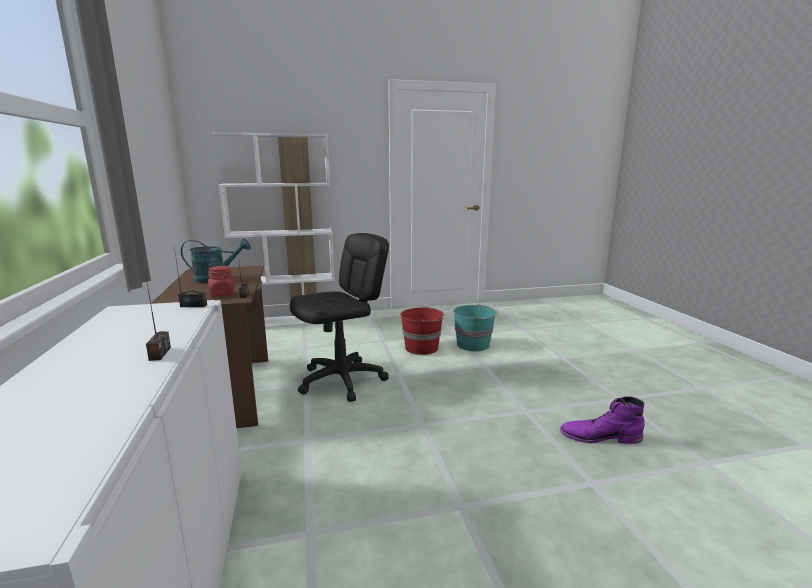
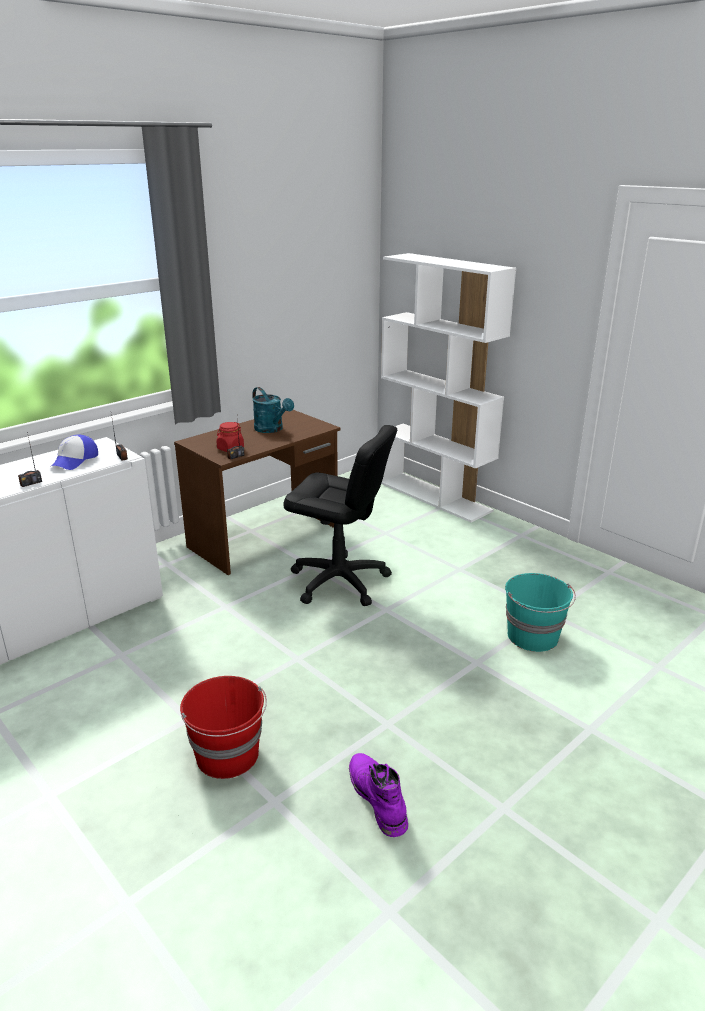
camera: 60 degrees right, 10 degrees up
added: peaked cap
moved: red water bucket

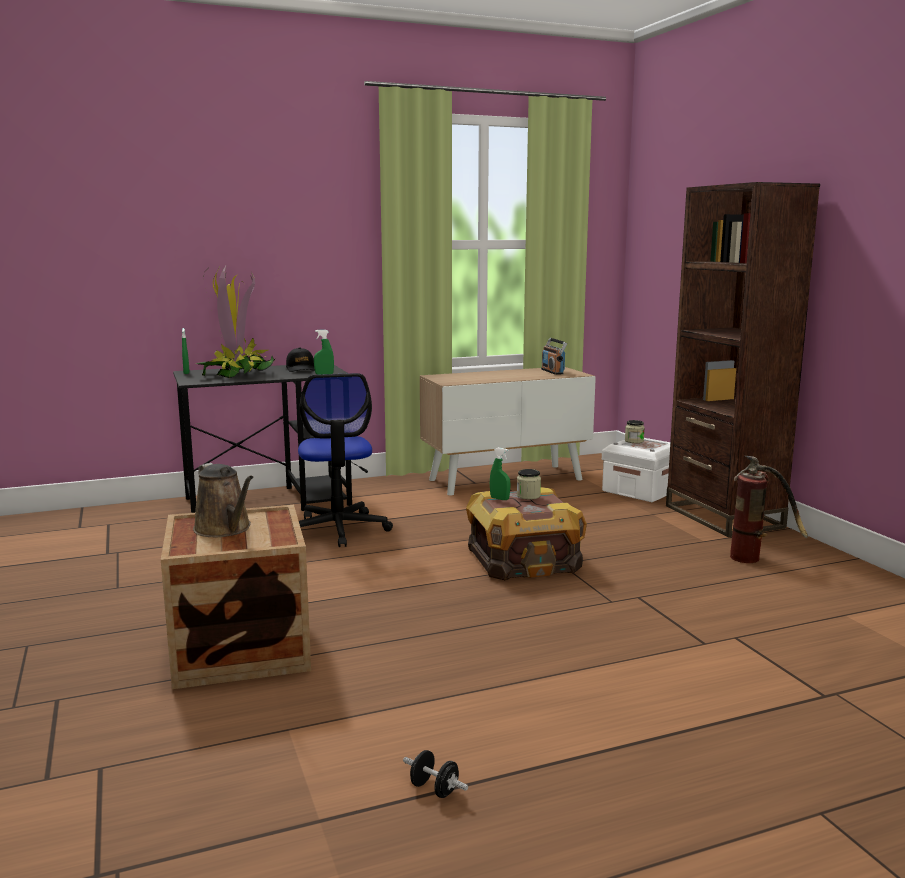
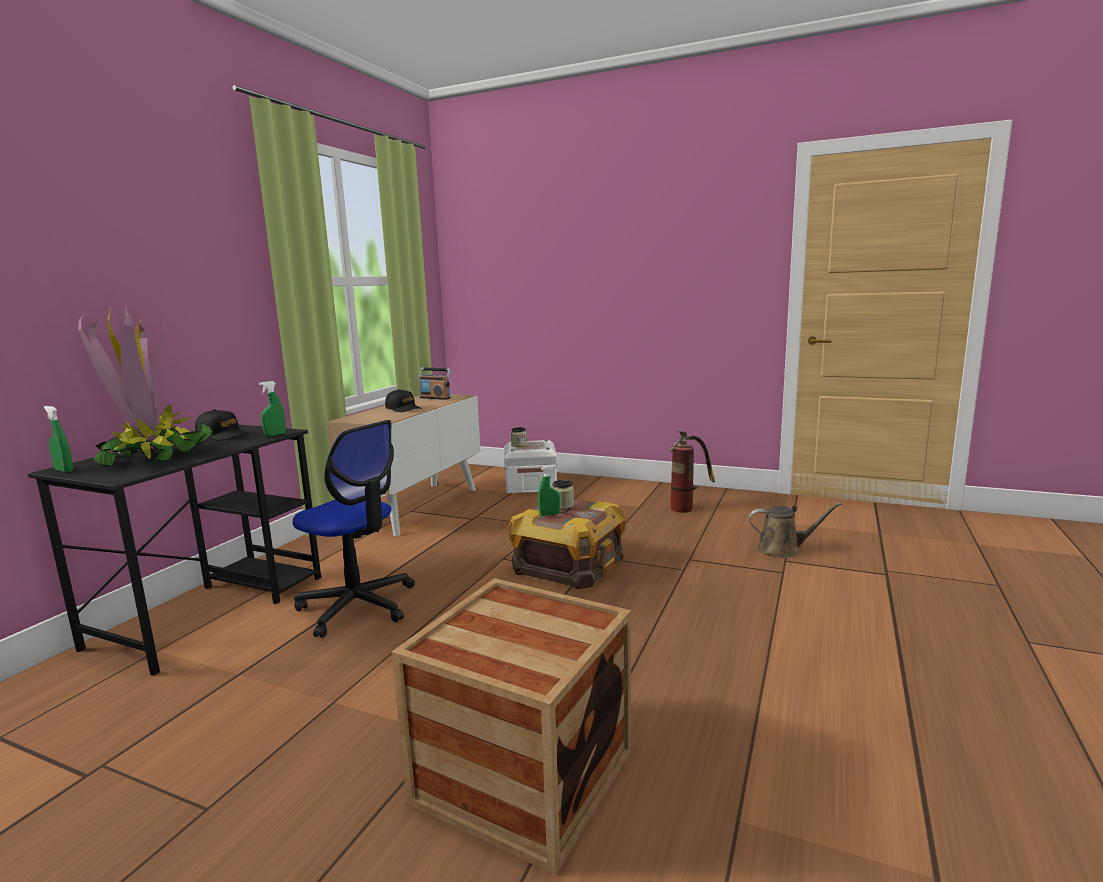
camera: 45 degrees left, 0 degrees up
removed: black-coloured hand weight; brown-coloured shelving unit
added: black-coloured peaked cap (2nd from left)
moved: brown-coloured watering pot

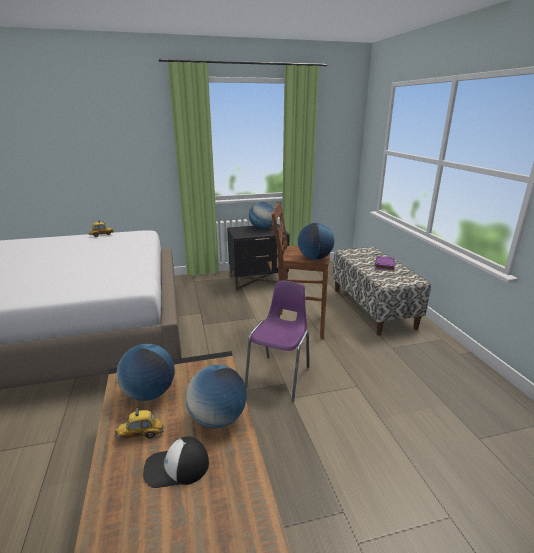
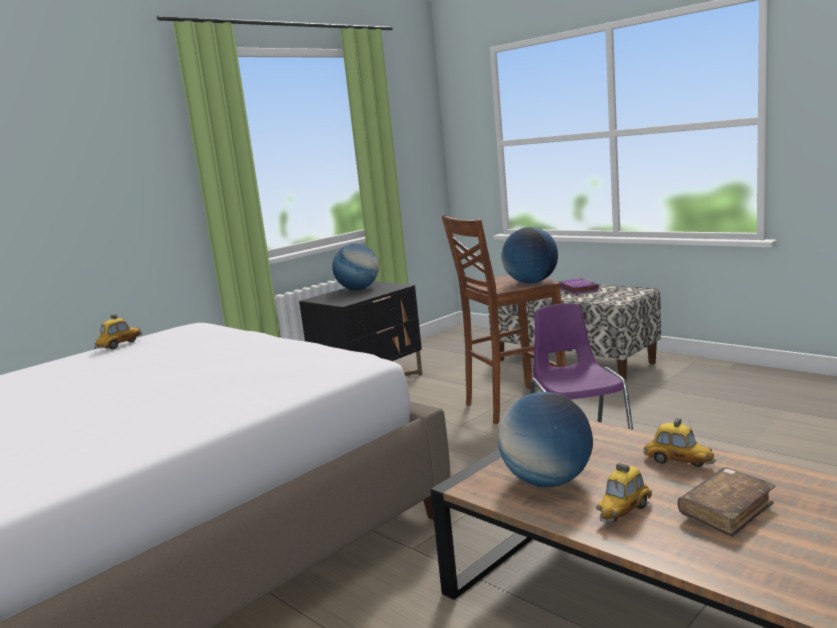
camera: 30 degrees left, 10 degrees down
replaced: peaked cap to brown-coloured book; world globe (2nd from left) to model car (3rd from left)

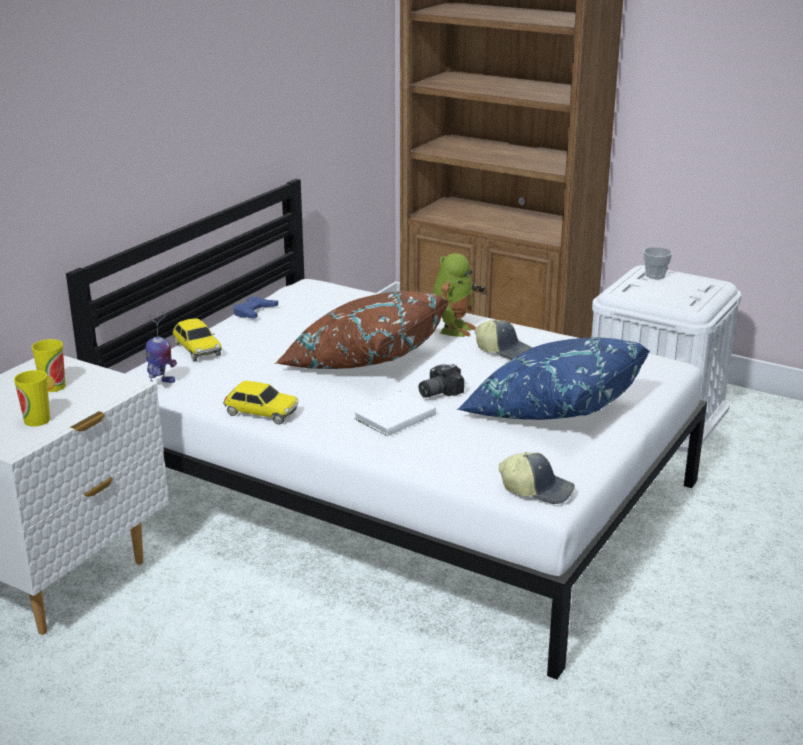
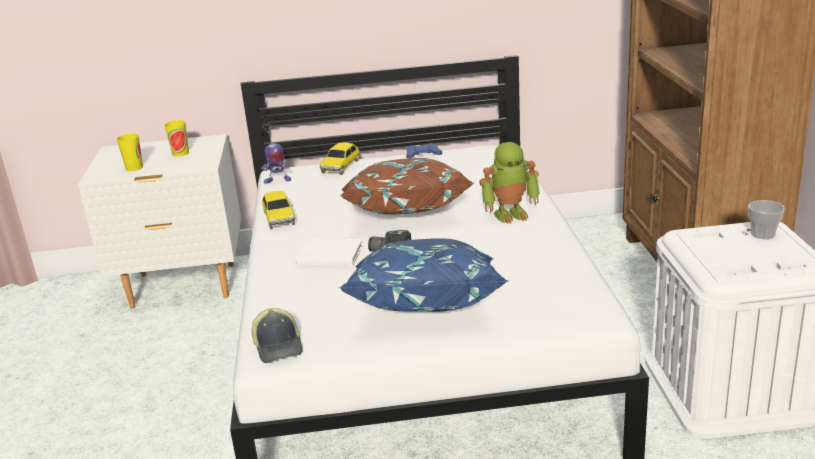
camera: 55 degrees right, 0 degrees up
removed: peaked cap (1st from left)

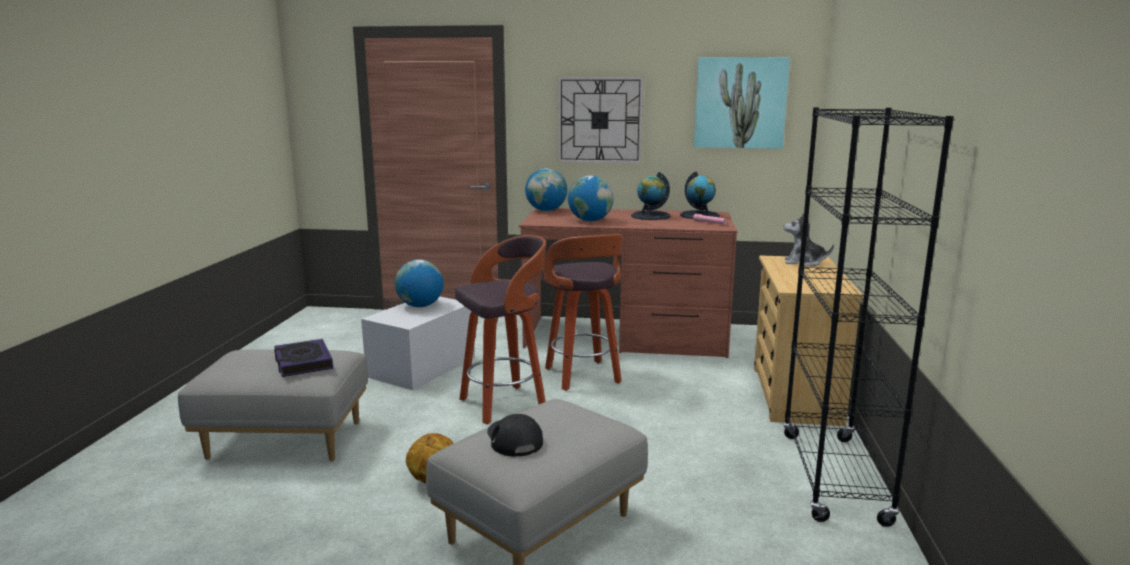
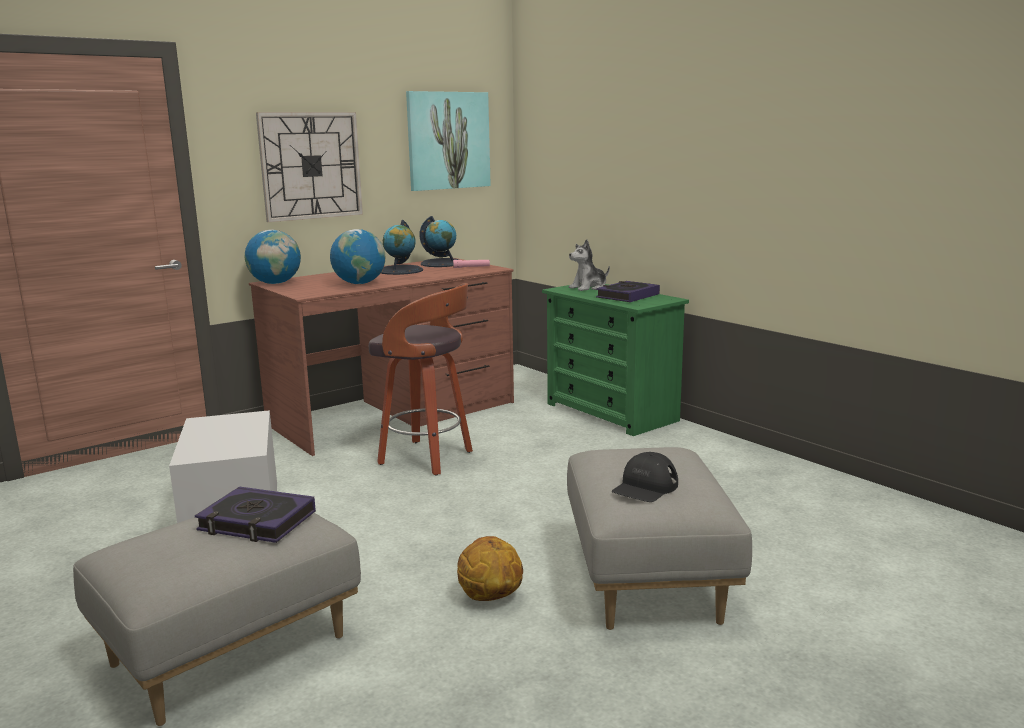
camera: 45 degrees left, 0 degrees up
removed: world globe (1st from left); sitting stool (1st from left); black-coloured shelving unit
added: book (2nd from left)
recoloured: beige drawer chest to green drawer chest
turned: black-coloured peaked cap 75 degrees counterclockwise

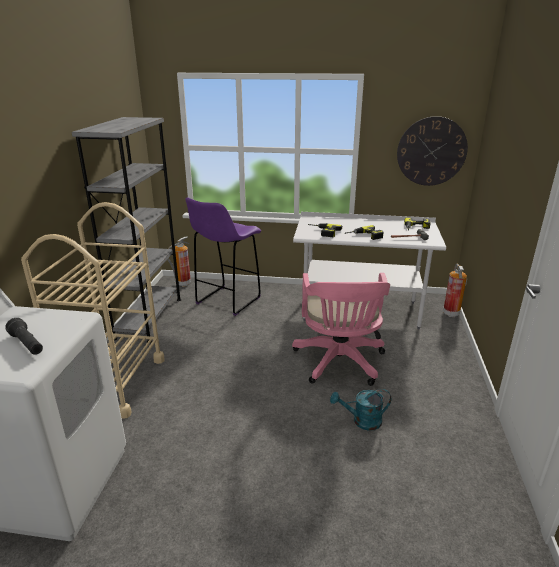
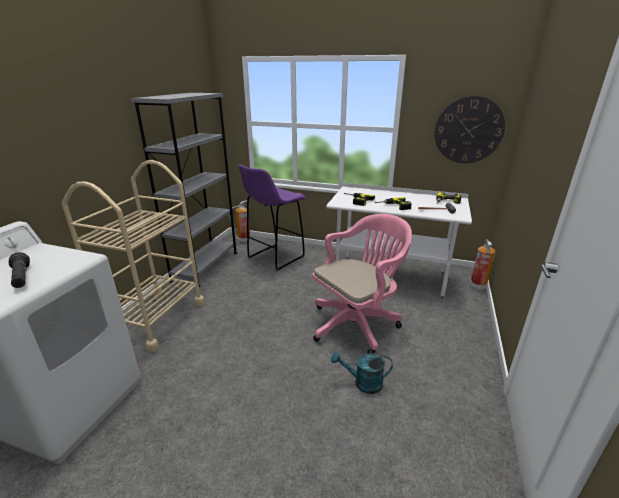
camera: 10 degrees right, 0 degrees up
turned: pink-coloured desk chair 135 degrees counterclockwise

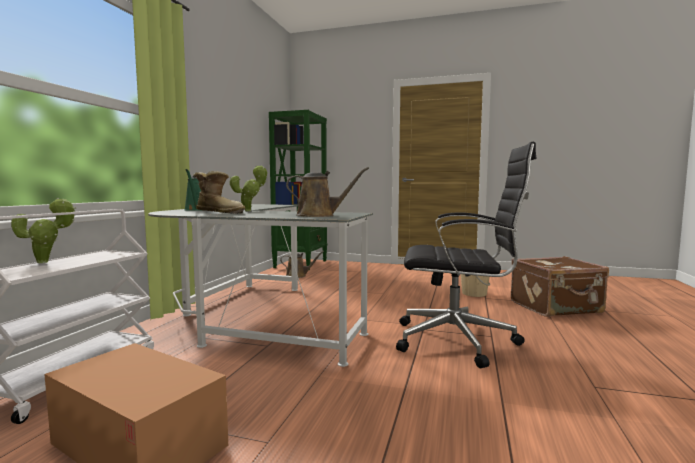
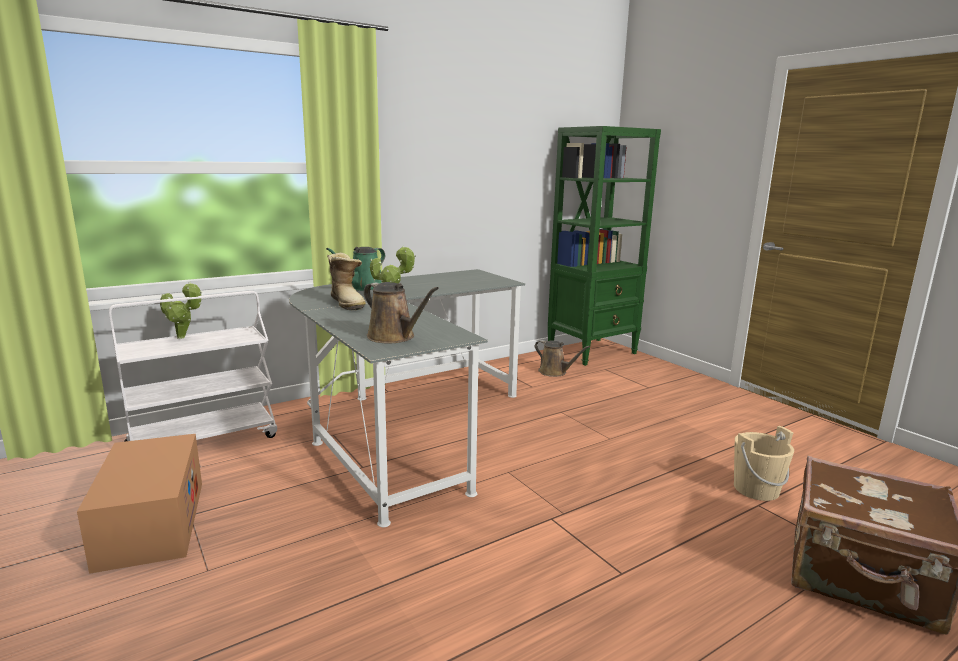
camera: 40 degrees right, 10 degrees up
removed: black-coloured desk chair

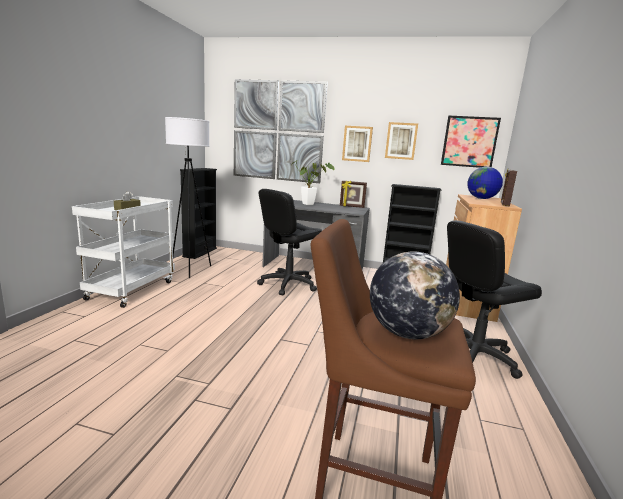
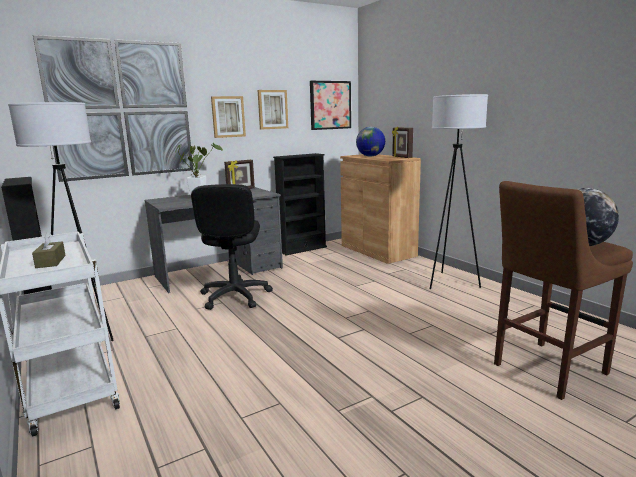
camera: 45 degrees left, 0 degrees up
replaced: black-coloured desk chair (2nd from left) to white-coloured standing lamp (2nd from left)

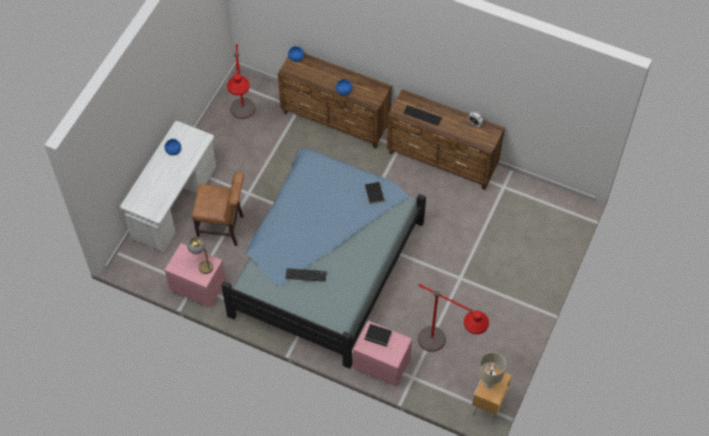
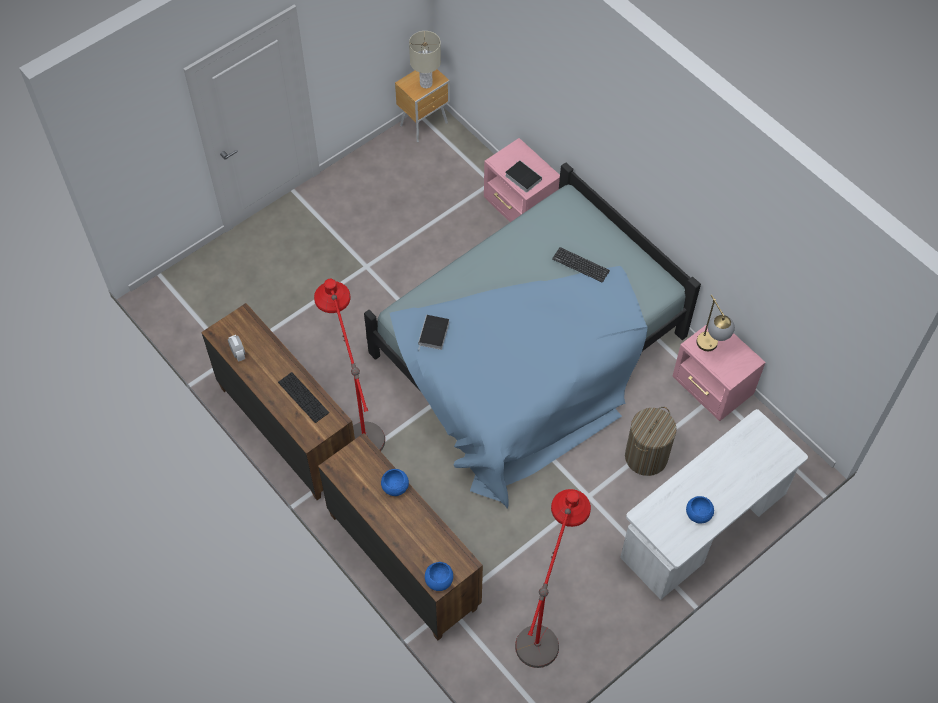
camera: 155 degrees left, 0 degrees up
moved: red standing lamp (2nd from left in the first image) to red standing lamp (1st from left)
replaced: brown-coloured chair to washing basket

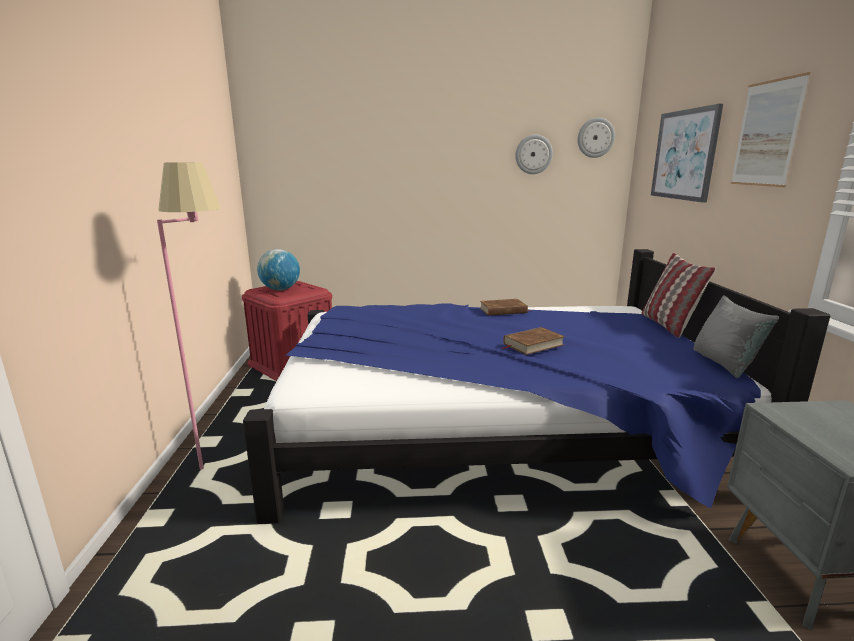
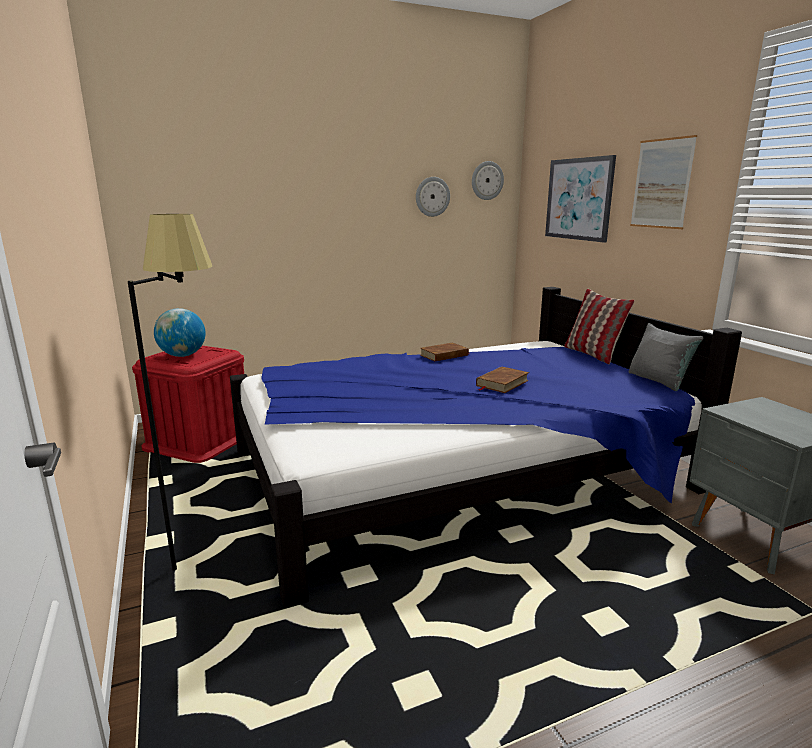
camera: 20 degrees left, 0 degrees up
recoloured: pink-coloured standing lamp to black-coloured standing lamp

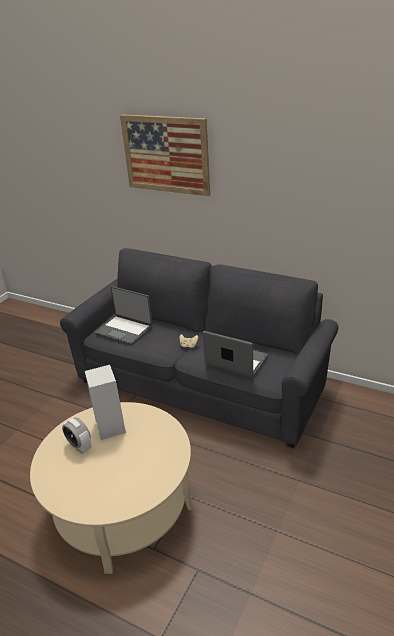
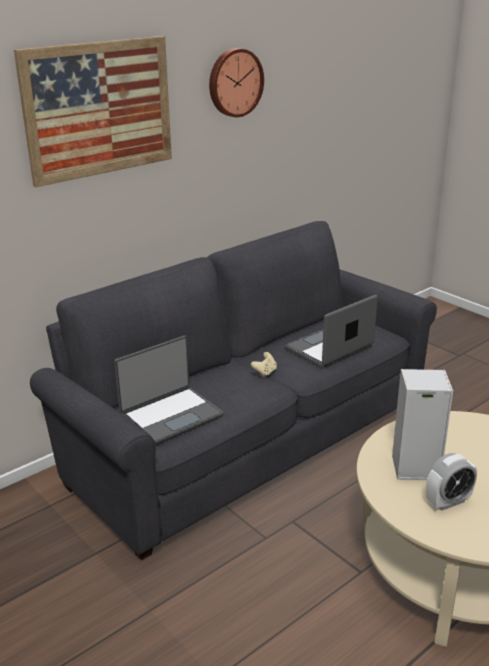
camera: 70 degrees left, 5 degrees down
added: clock on the wall

